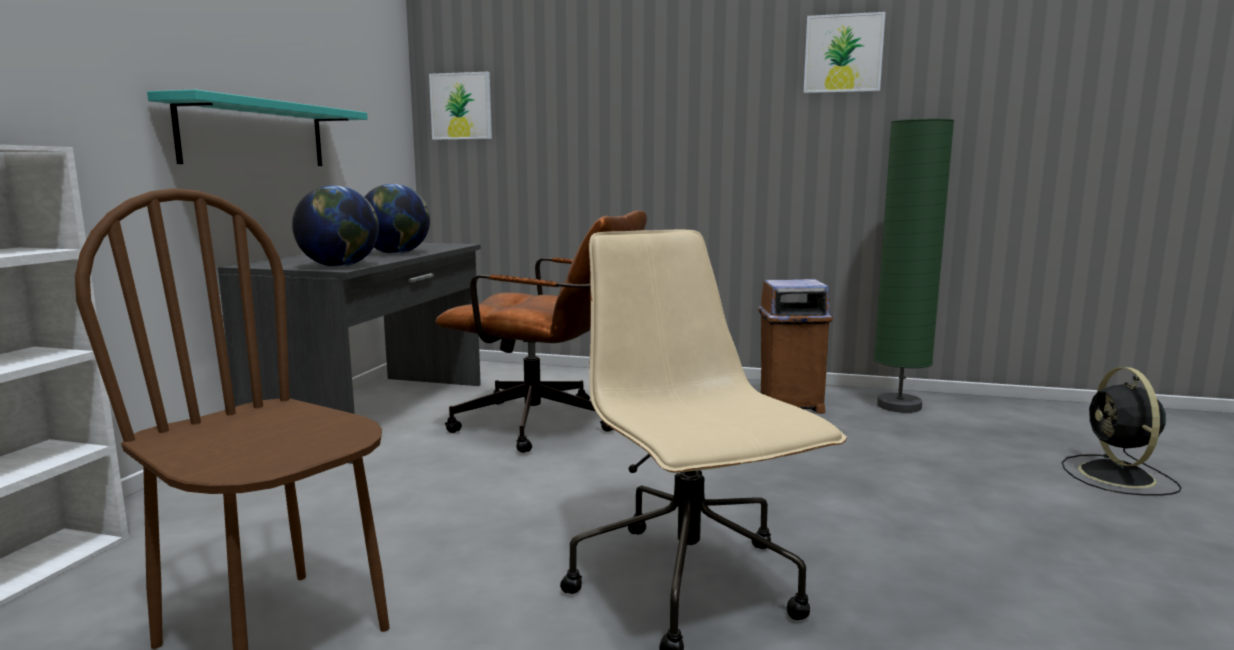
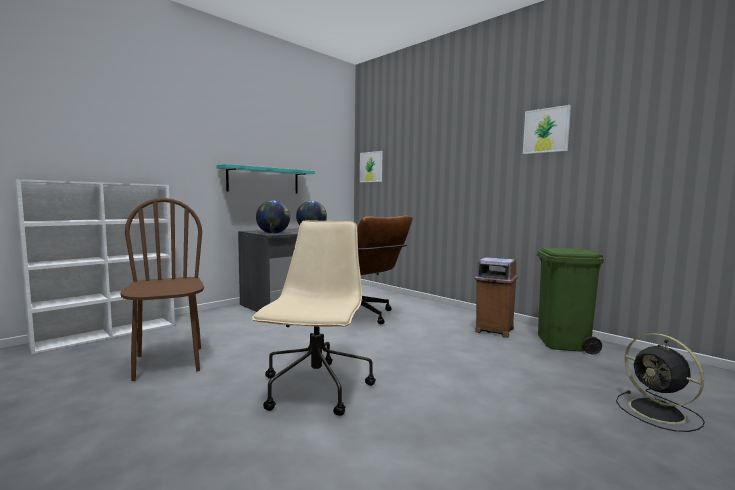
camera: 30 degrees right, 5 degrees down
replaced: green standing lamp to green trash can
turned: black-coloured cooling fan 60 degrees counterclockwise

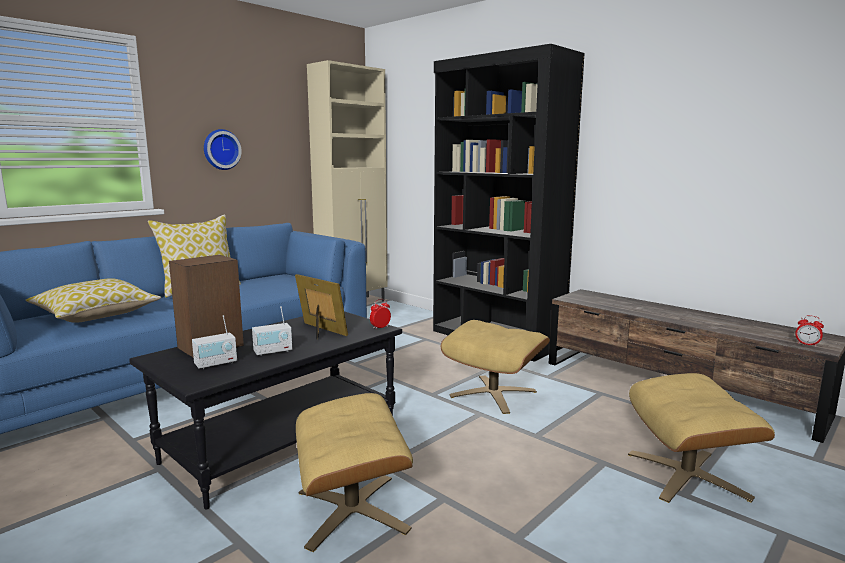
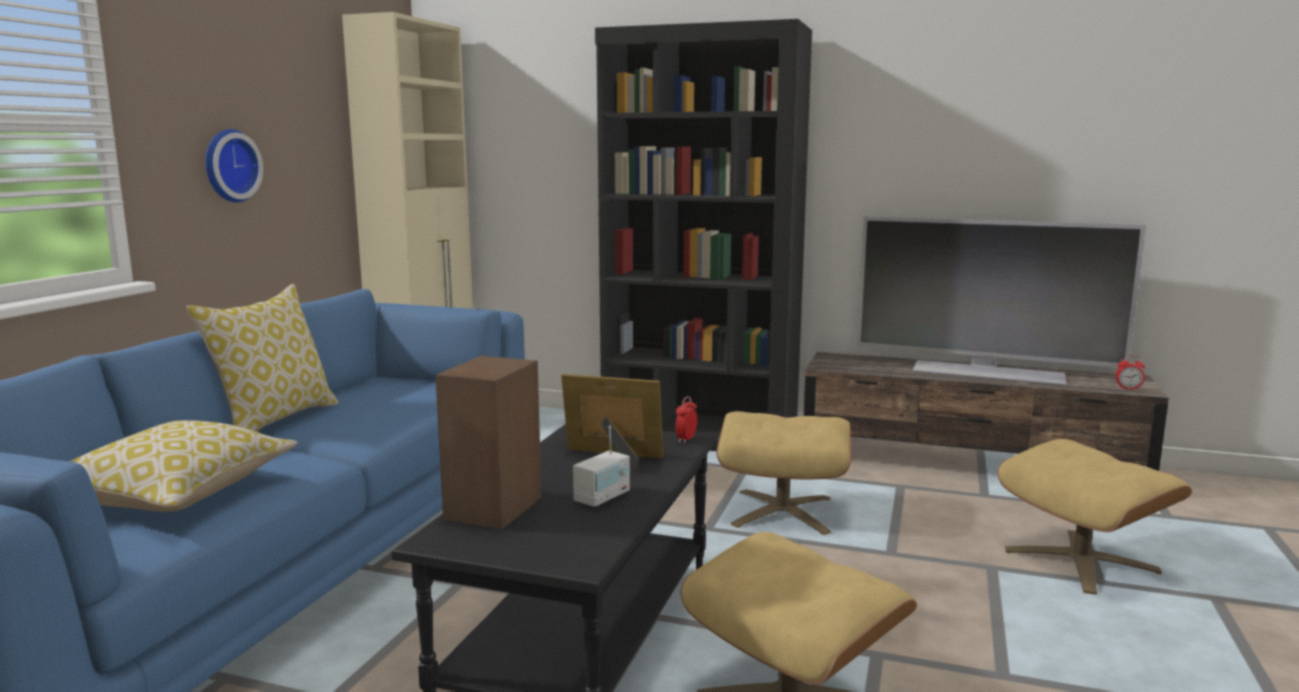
camera: 25 degrees left, 0 degrees up
removed: radio set (1st from left)
added: TV

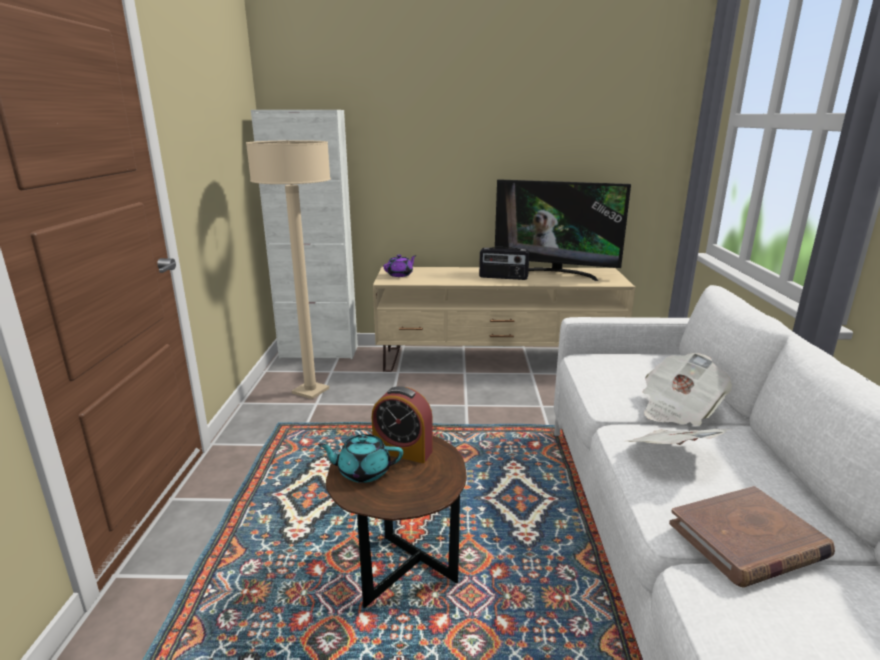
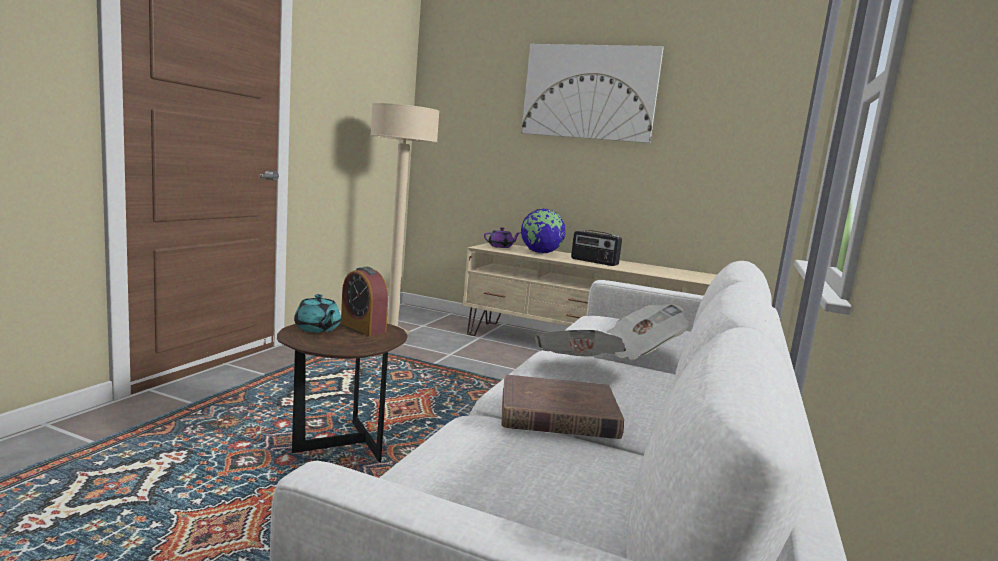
camera: 20 degrees right, 10 degrees down
removed: white-coloured cabinet; TV
added: picture; world globe
turned: blue-green teapot 150 degrees counterclockwise

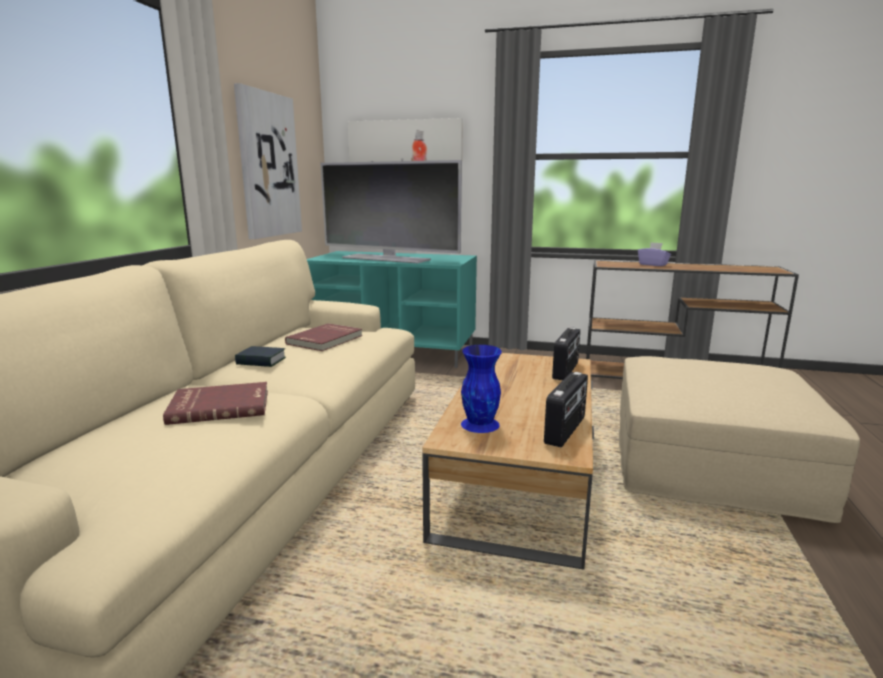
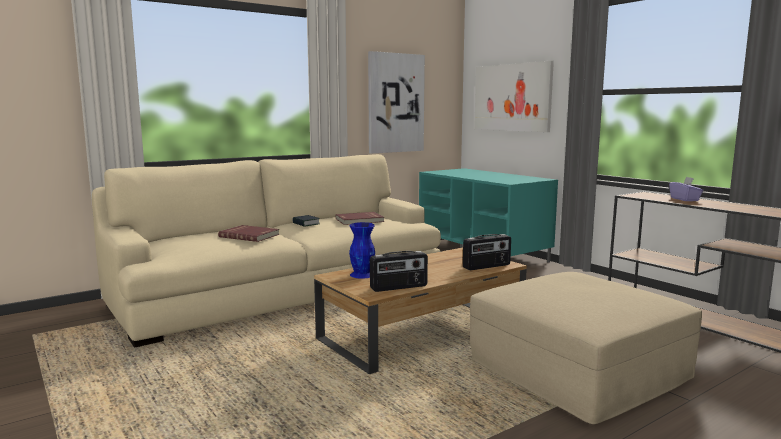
camera: 40 degrees right, 5 degrees down
removed: TV

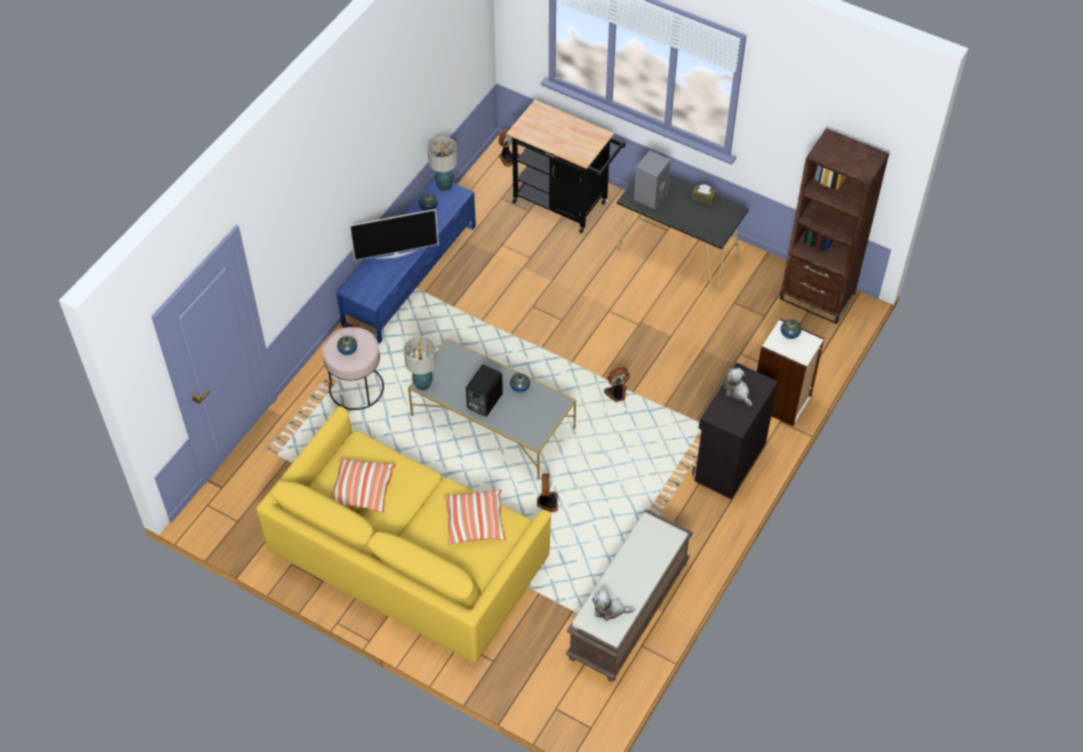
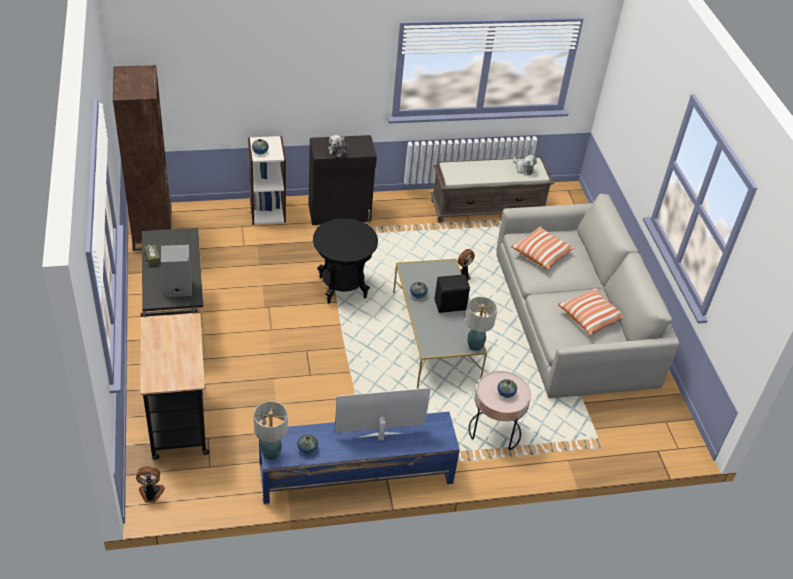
camera: 135 degrees left, 10 degrees down
replaced: cooling fan (3rd from left) to black-coloured side table
recoloured: yellow-coloured settee to gray settee
turned: TV 45 degrees counterclockwise

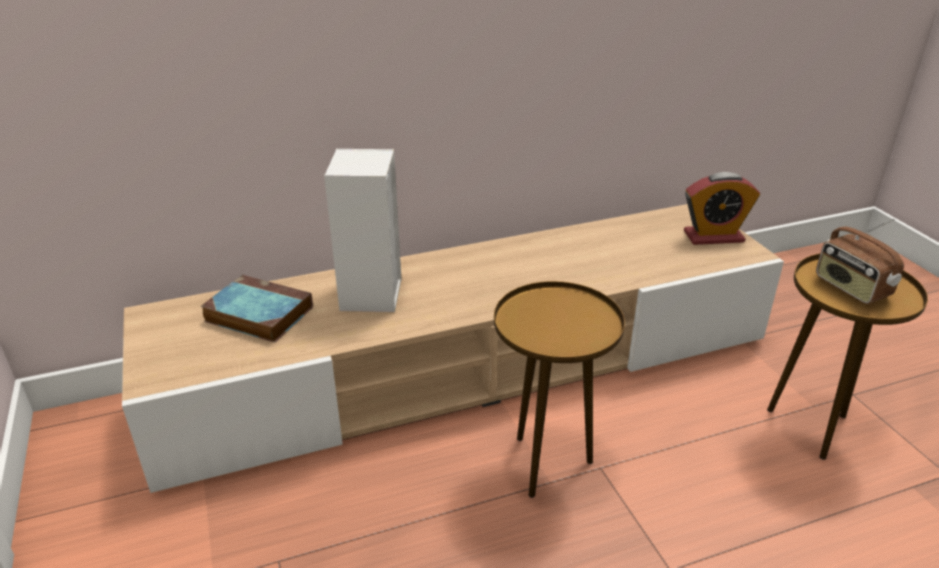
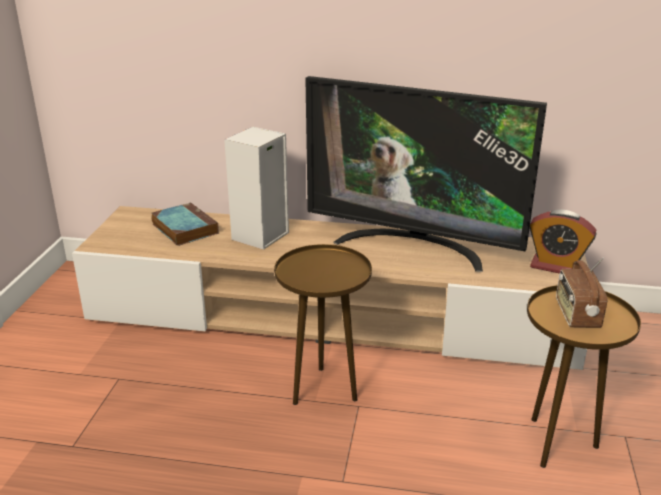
camera: 30 degrees right, 5 degrees down
added: TV

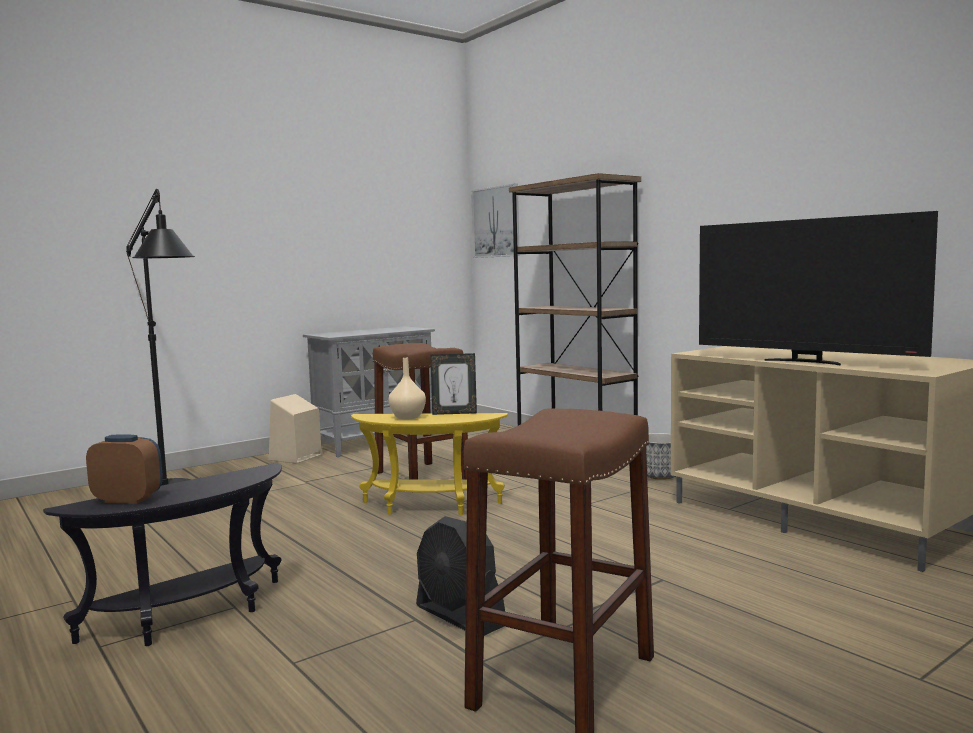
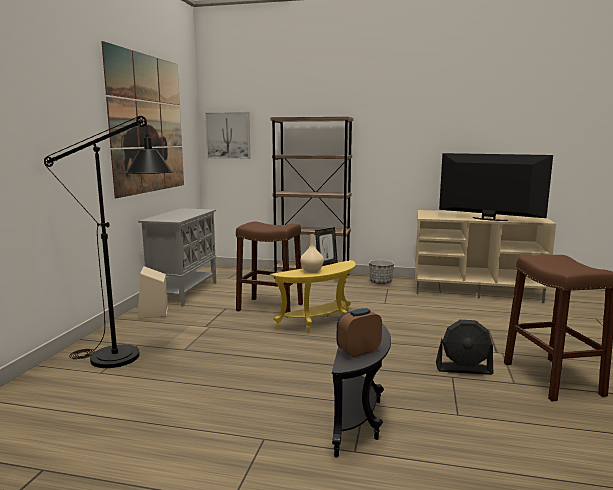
camera: 40 degrees left, 5 degrees up
added: picture (1st from left)
turned: TV 150 degrees counterclockwise

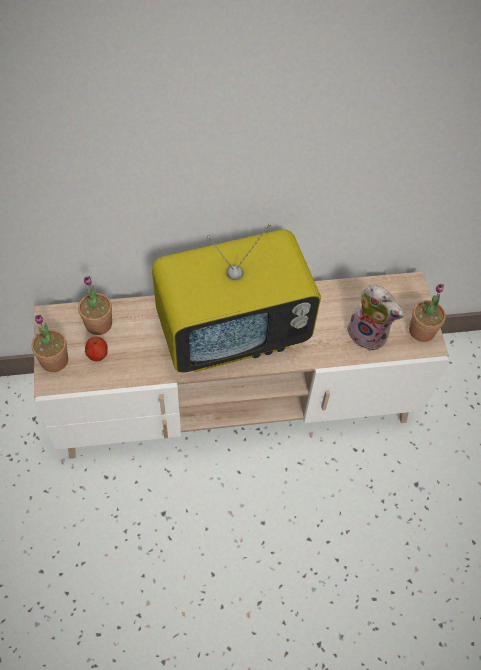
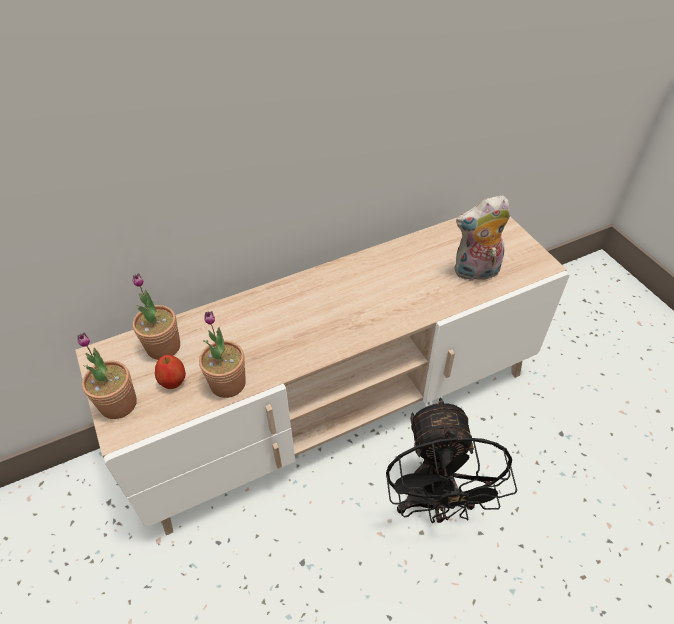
camera: 15 degrees left, 10 degrees down
removed: TV
added: black-coloured cooling fan
moved: houseplant (3rd from left)
turned: soft toy 150 degrees clockwise

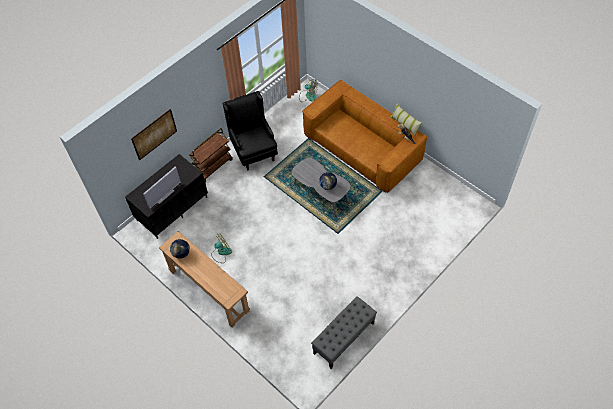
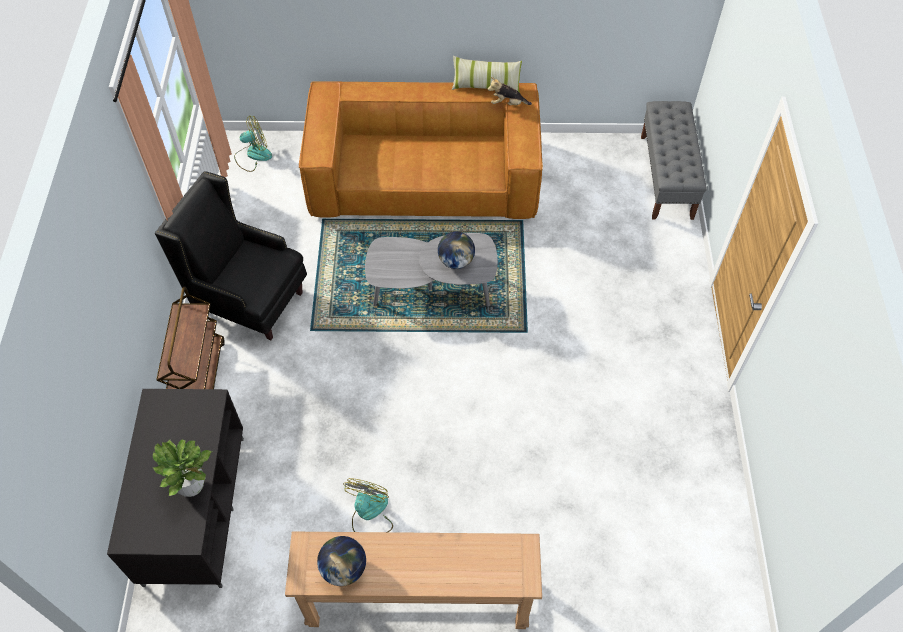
camera: 45 degrees left, 0 degrees up
removed: picture
moved: gray long seat
replaced: TV to houseplant

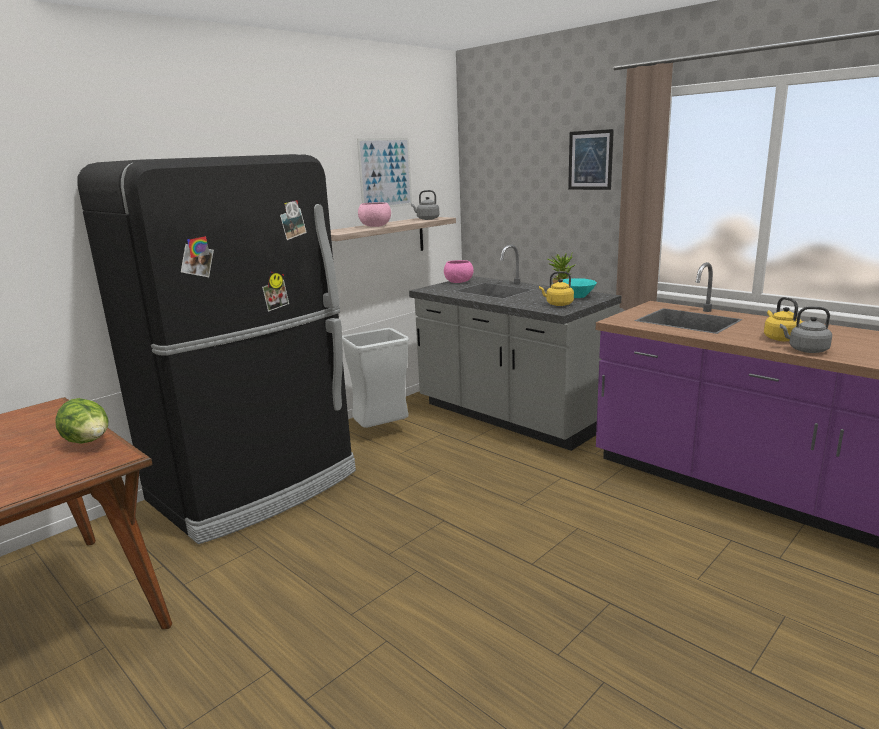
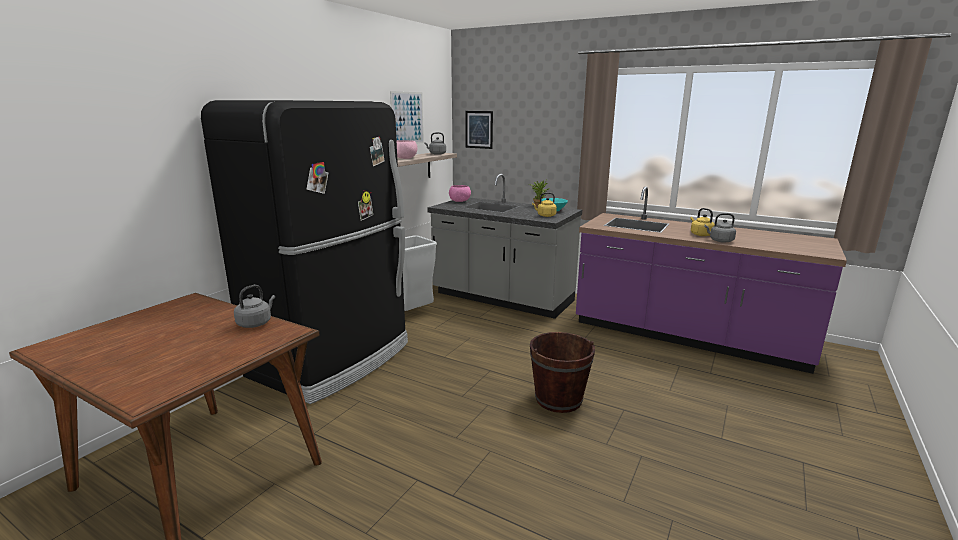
camera: 15 degrees left, 0 degrees up
added: brown-coloured water bucket
moved: picture (2nd from left)
replaced: head of lettuce to gray tea kettle (1st from left)

